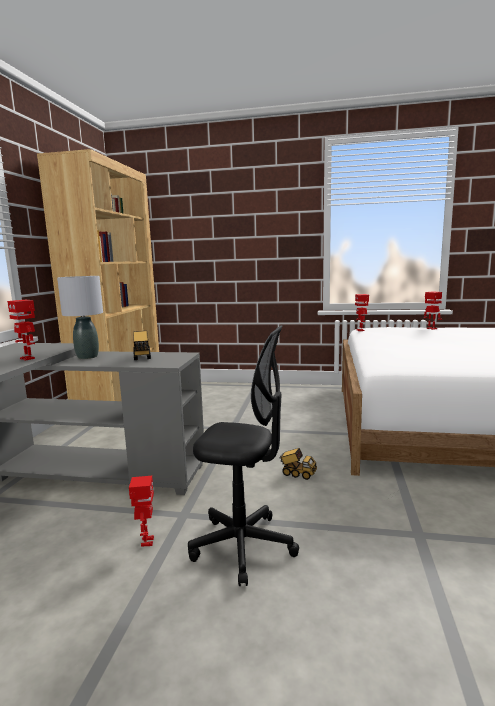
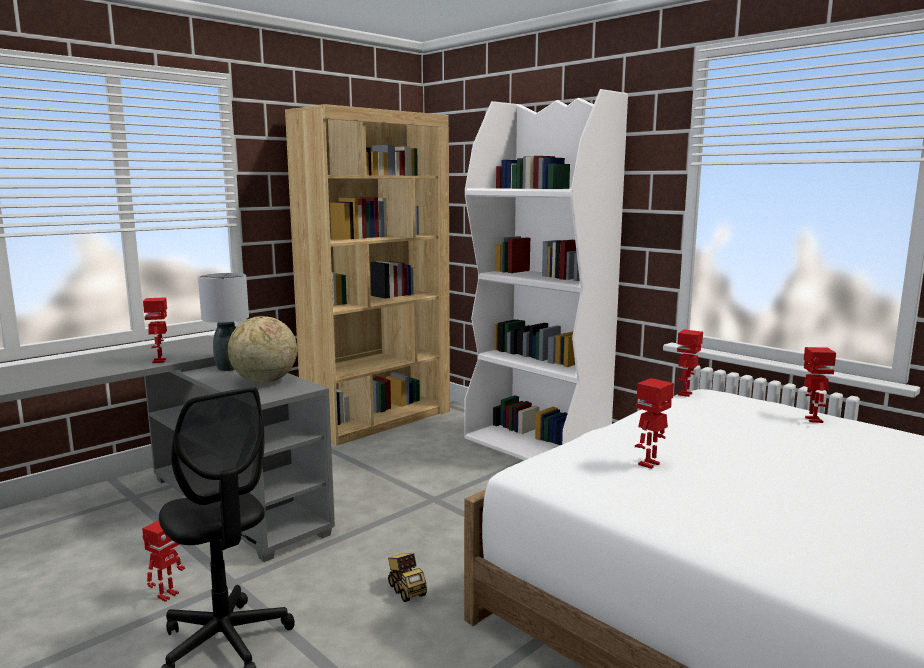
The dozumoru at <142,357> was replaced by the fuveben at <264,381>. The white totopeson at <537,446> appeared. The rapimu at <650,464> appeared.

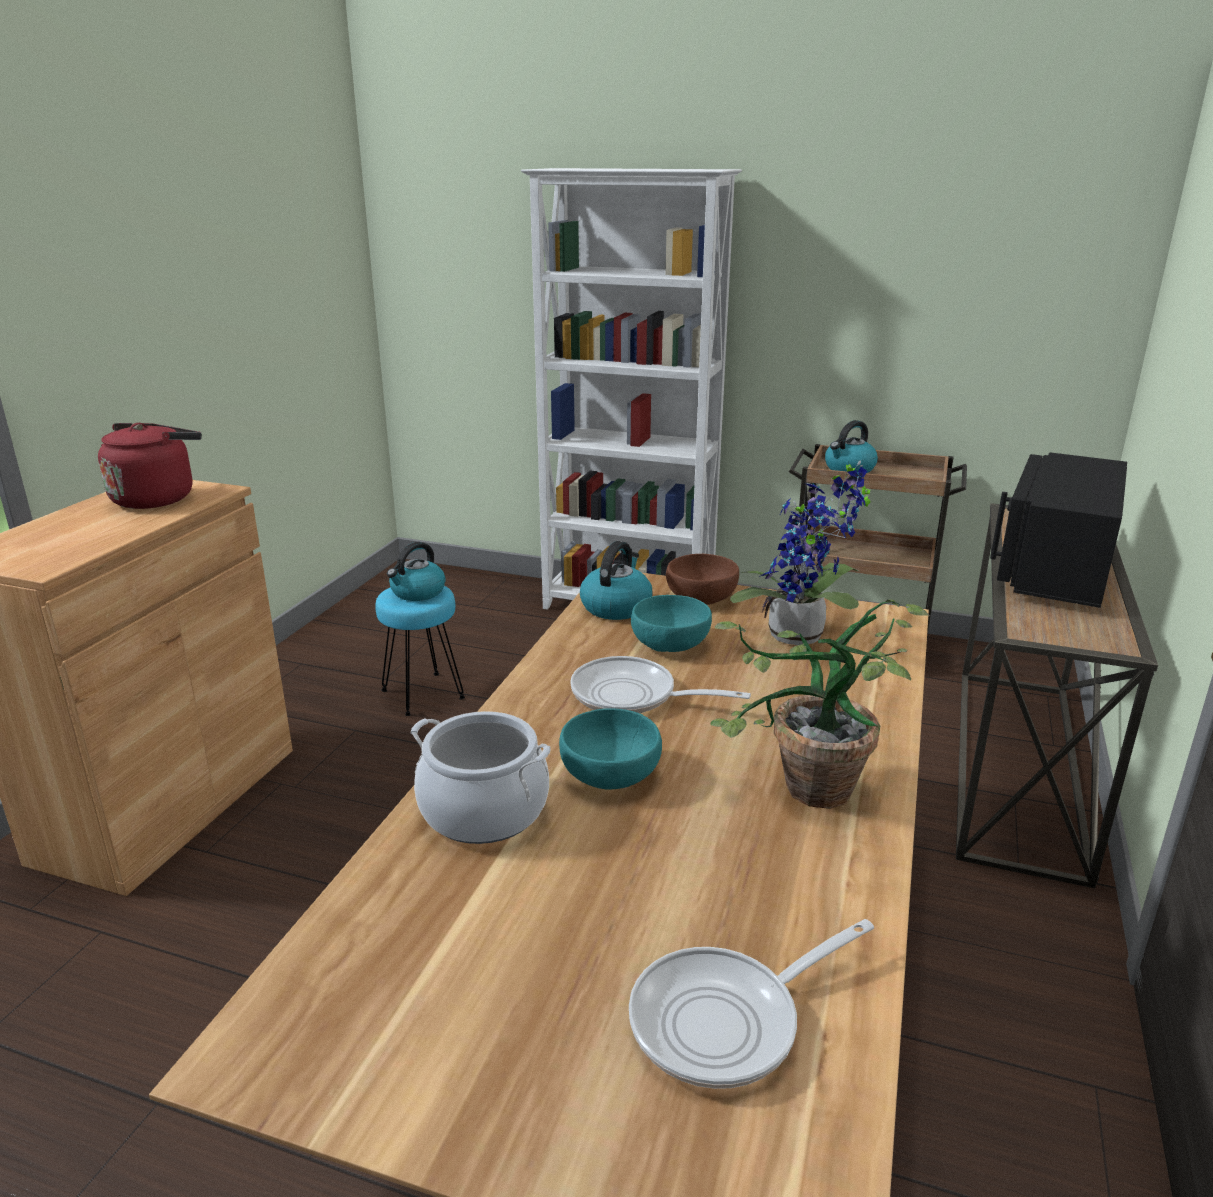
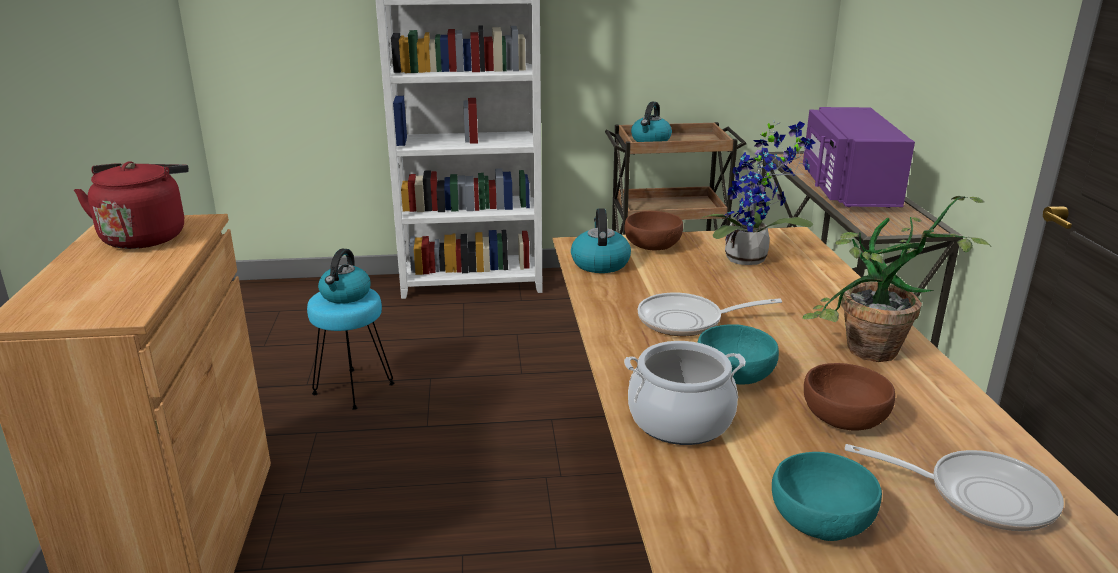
The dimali at <726,1020> turned 105 degrees counterclockwise. The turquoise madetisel moved from <671,643> to <821,519>. The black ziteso at <1053,570> became the purple ziteso at <847,189>. The brown madetisel at <844,418> appeared.

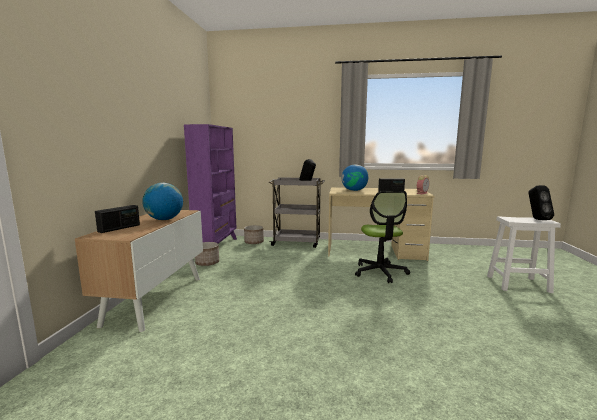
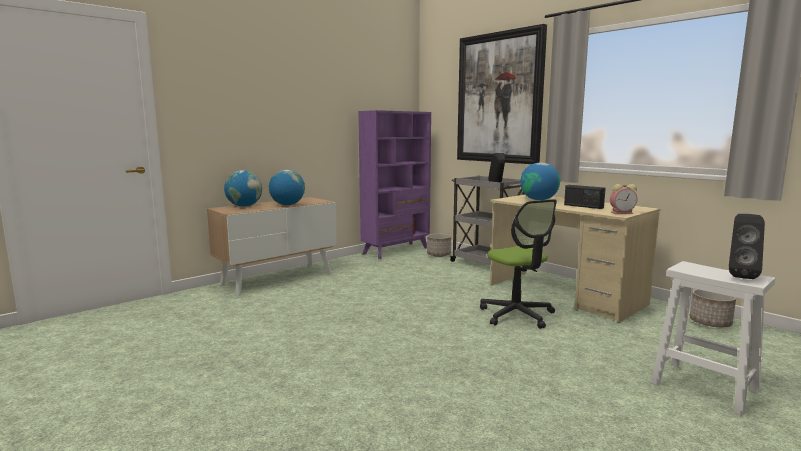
The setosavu at <119,228> was replaced by the fuveben at <244,206>. The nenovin moved from <207,263> to <710,323>. The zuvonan at <380,272> turned 60 degrees counterclockwise. The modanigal at <499,98> appeared.

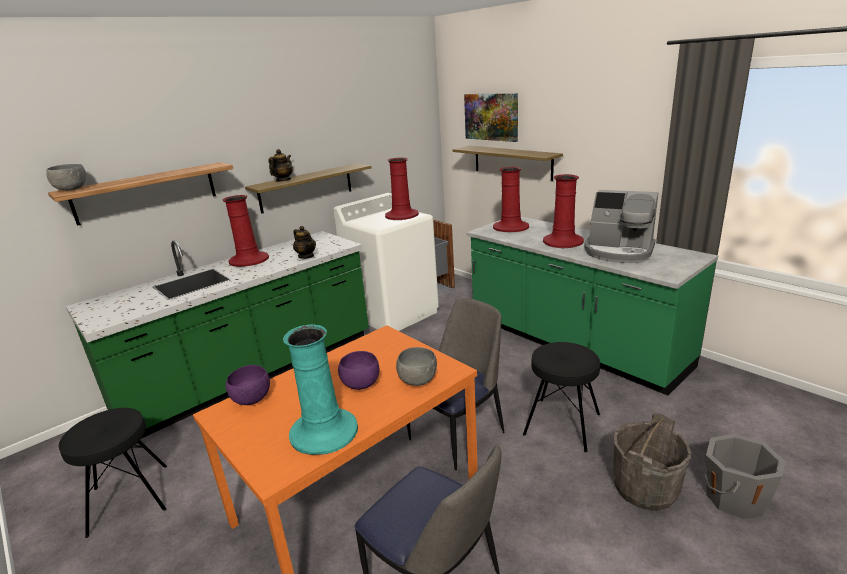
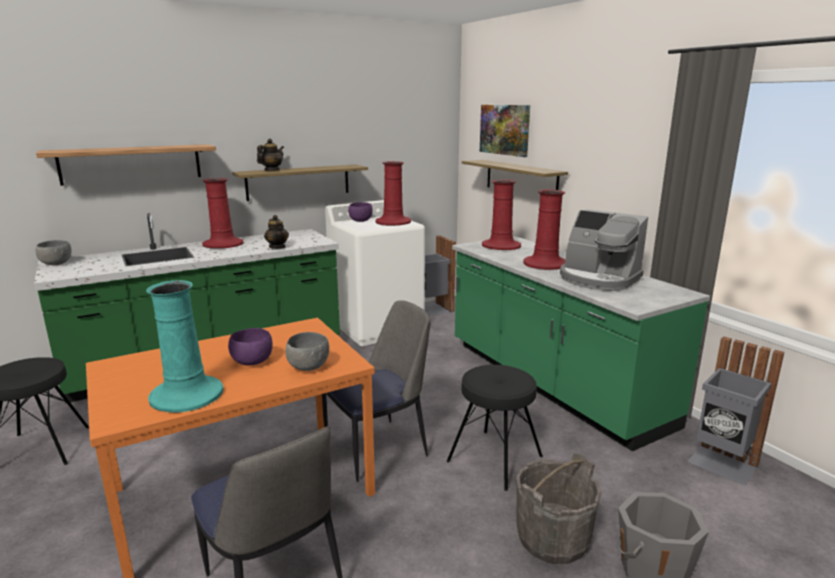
The grey madetisel moved from <72,189> to <57,264>. The purple madetisel moved from <253,399> to <361,221>. The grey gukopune at <722,464> appeared.

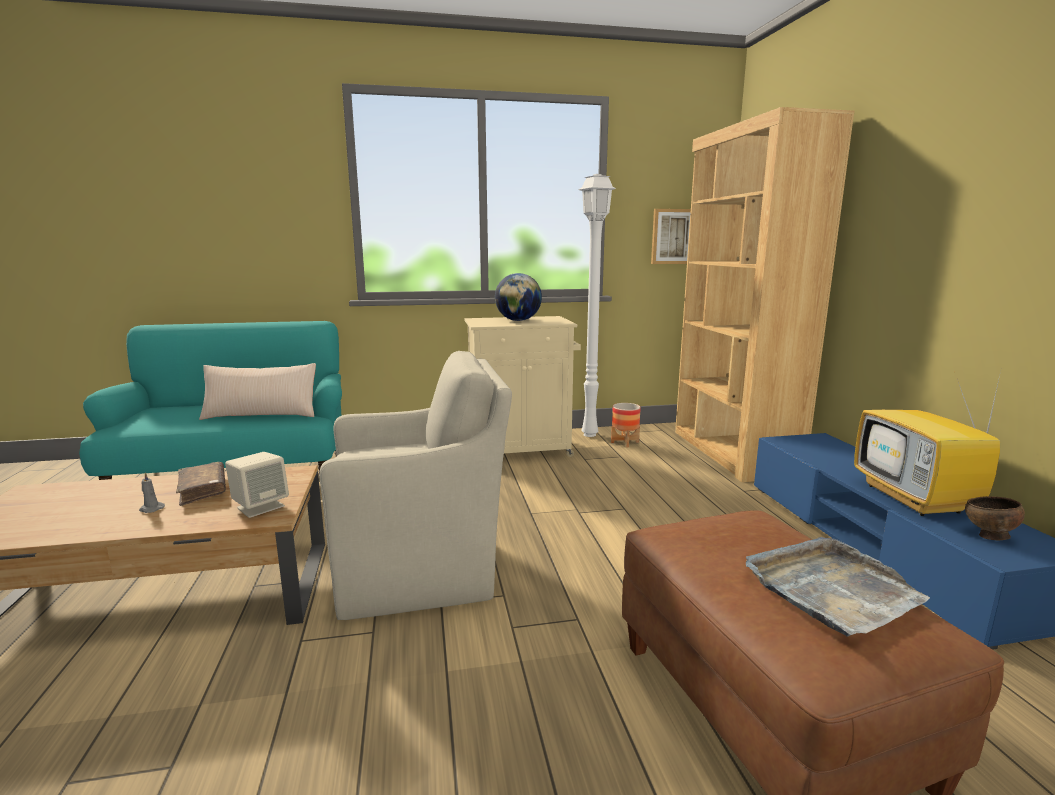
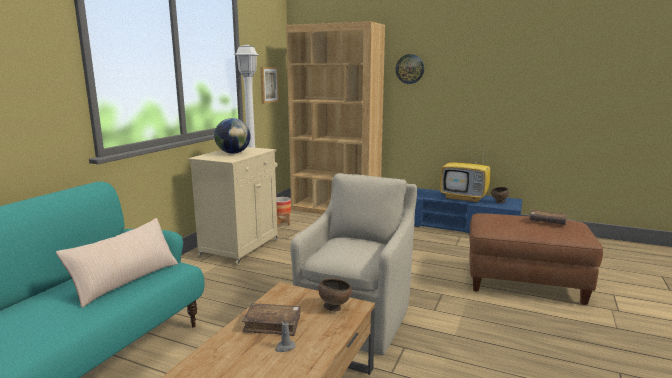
The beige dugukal at <260,507> was replaced by the brown madetisel at <334,308>. The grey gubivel at <831,589> was replaced by the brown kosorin at <547,222>. The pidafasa at <410,69> appeared.

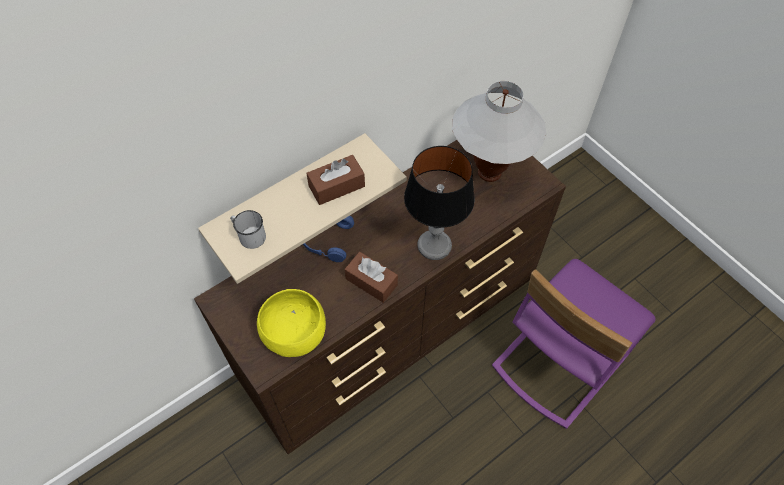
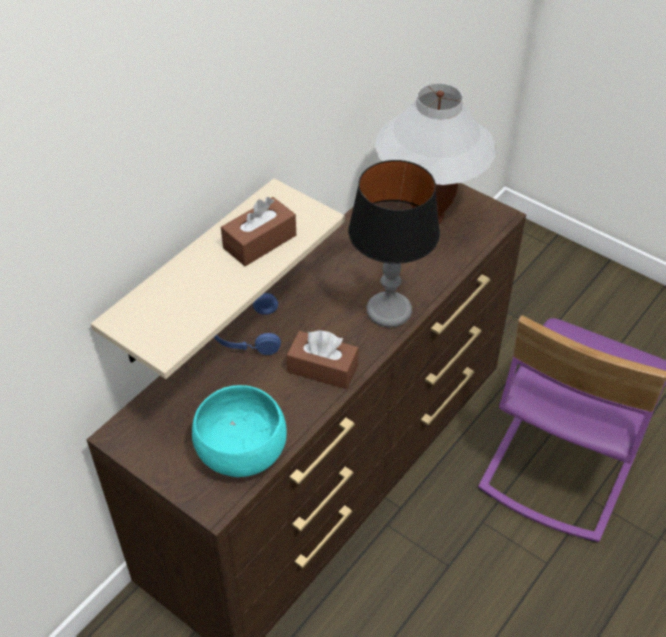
The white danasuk at <249,235> disappeared. The yellow madetisel at <295,334> became the turquoise madetisel at <242,452>.

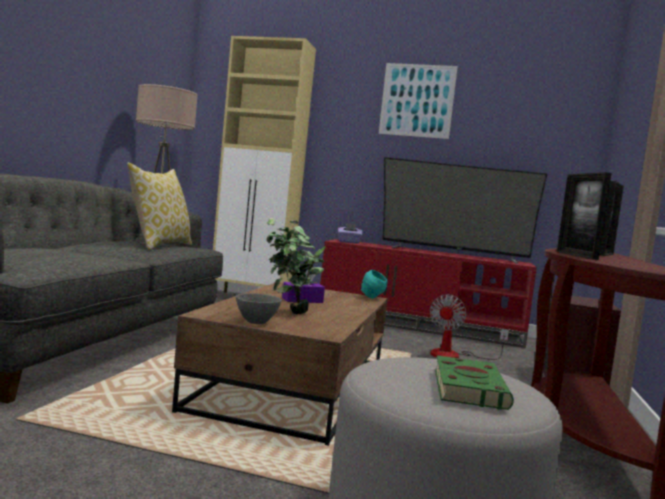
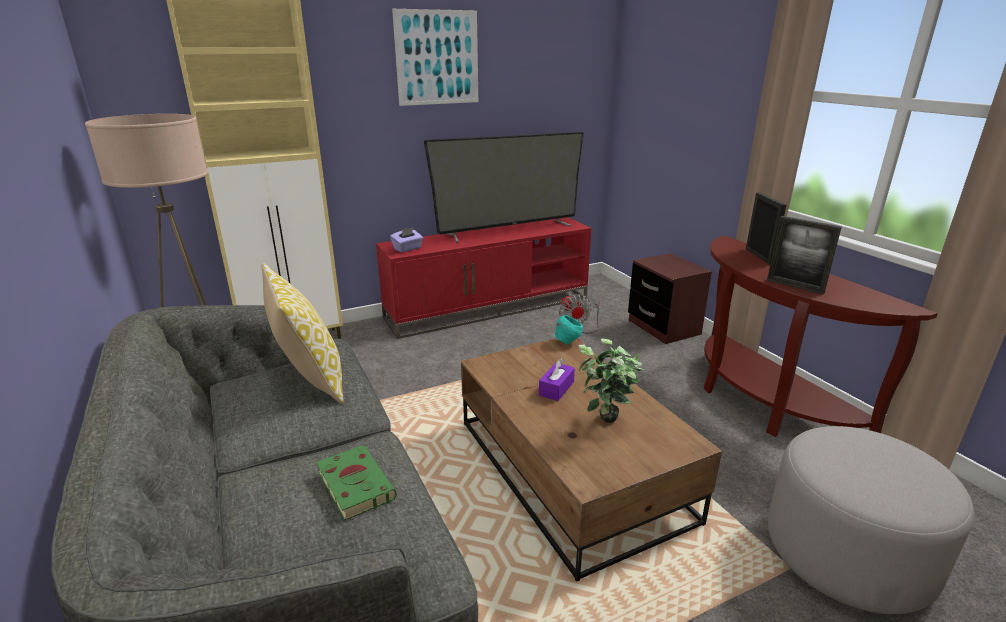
The grey madetisel at <256,322> disappeared. The green kosorin moved from <468,388> to <354,484>.

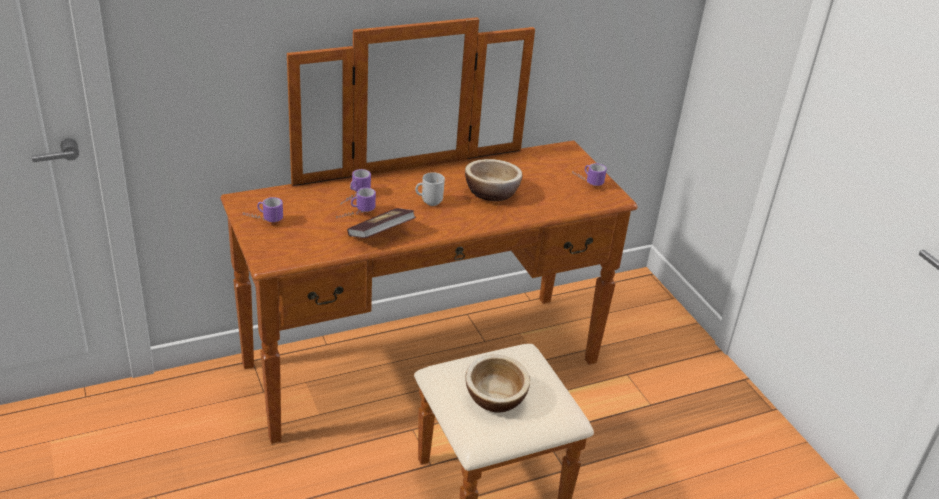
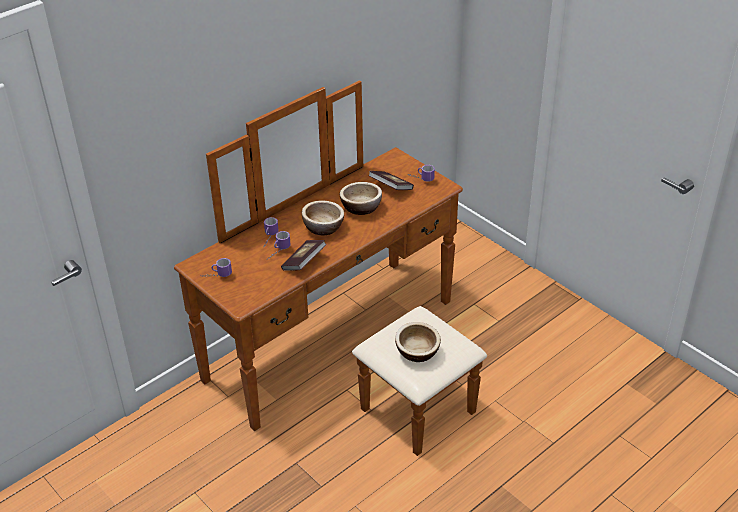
The danasuk at <430,202> was replaced by the madetisel at <323,227>. The kosorin at <390,187> appeared.

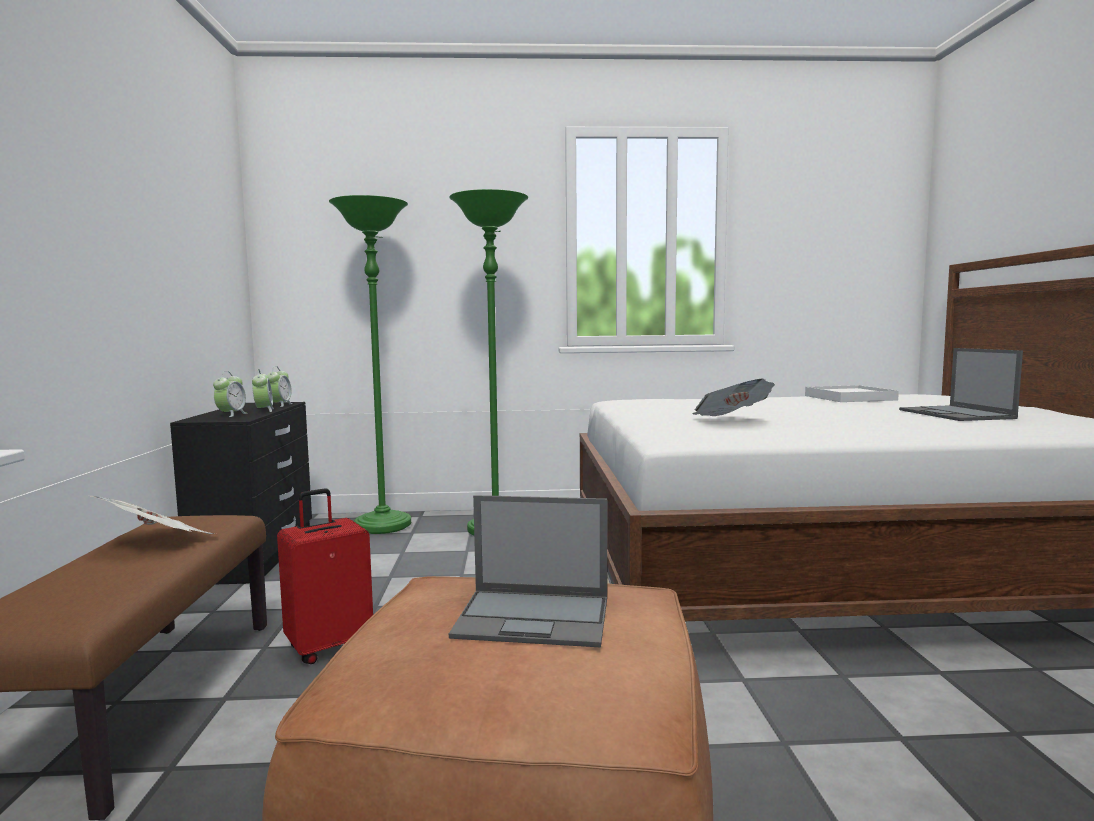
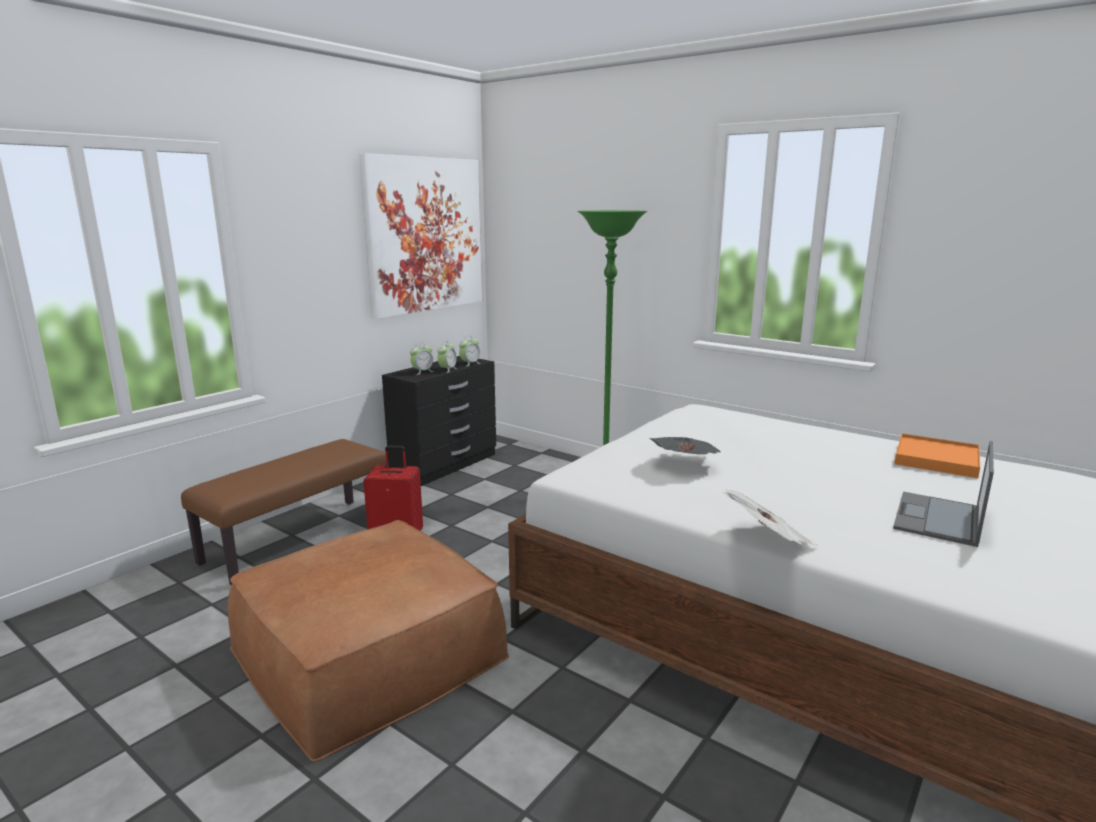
The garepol moved from <157,543> to <767,541>. The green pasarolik at <383,526> disappeared. The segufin at <535,617> disappeared. The white gubivel at <849,398> became the orange gubivel at <936,459>. The modanigal at <425,235> appeared.

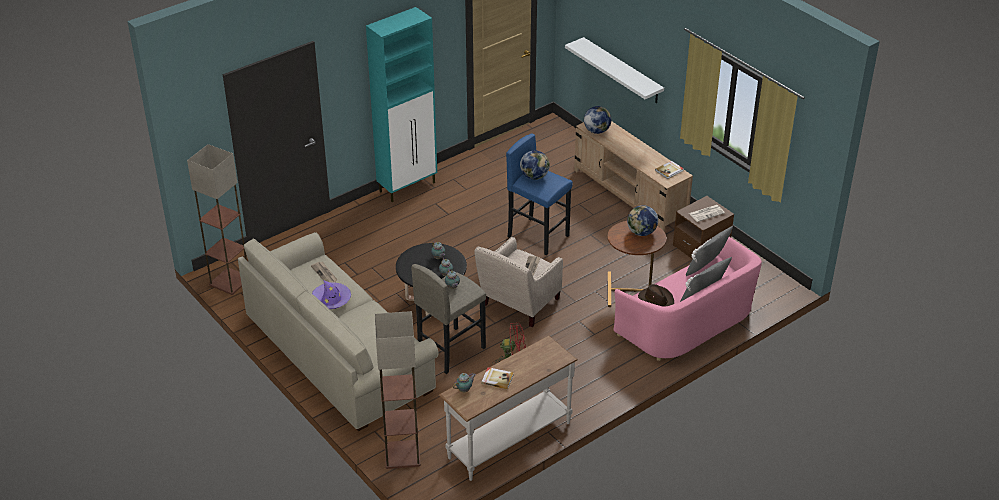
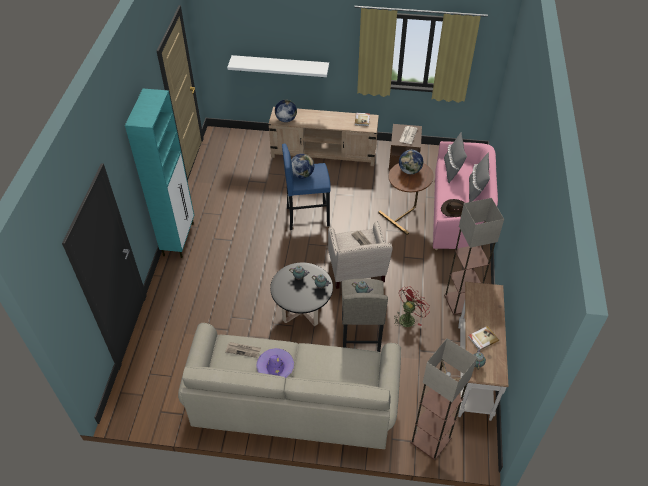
The pasarolik moved from <230,282> to <461,302>.

